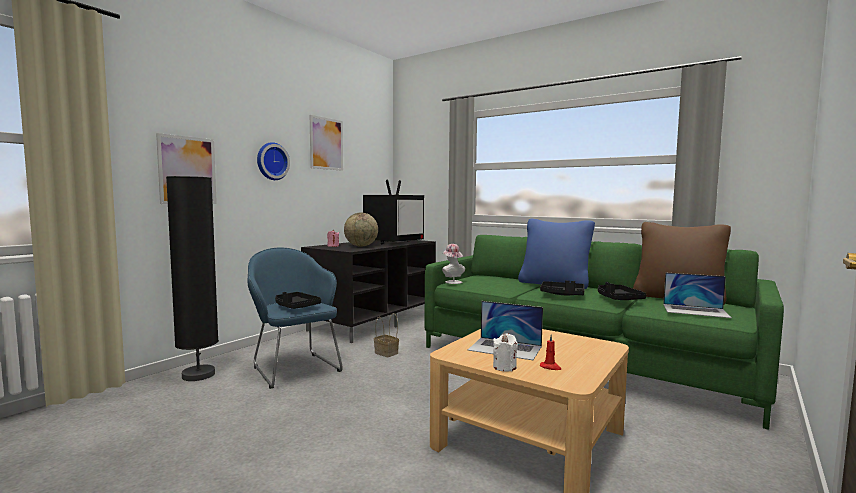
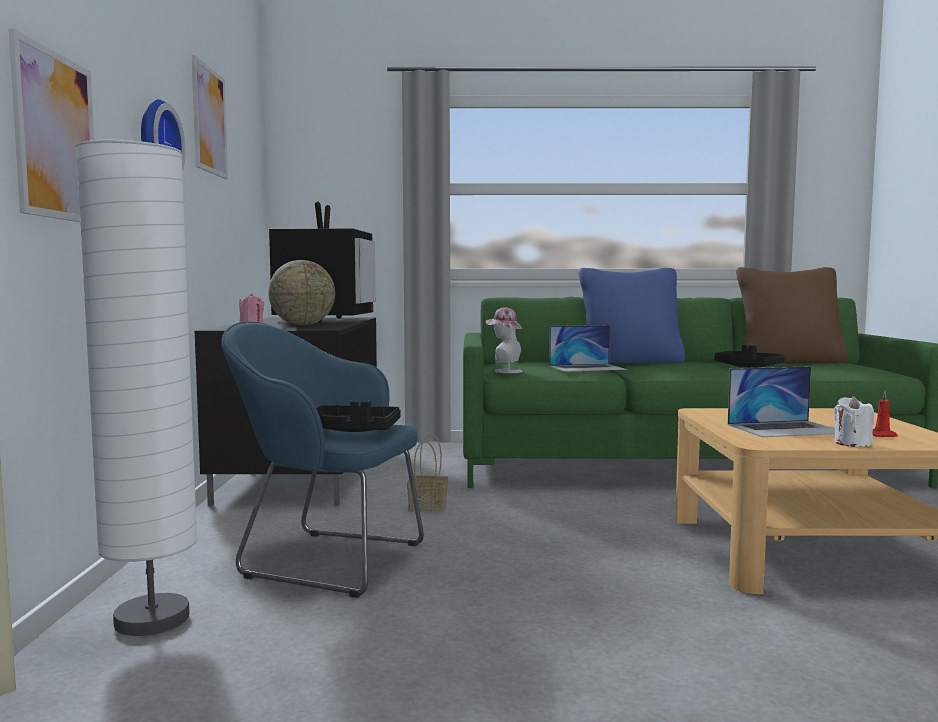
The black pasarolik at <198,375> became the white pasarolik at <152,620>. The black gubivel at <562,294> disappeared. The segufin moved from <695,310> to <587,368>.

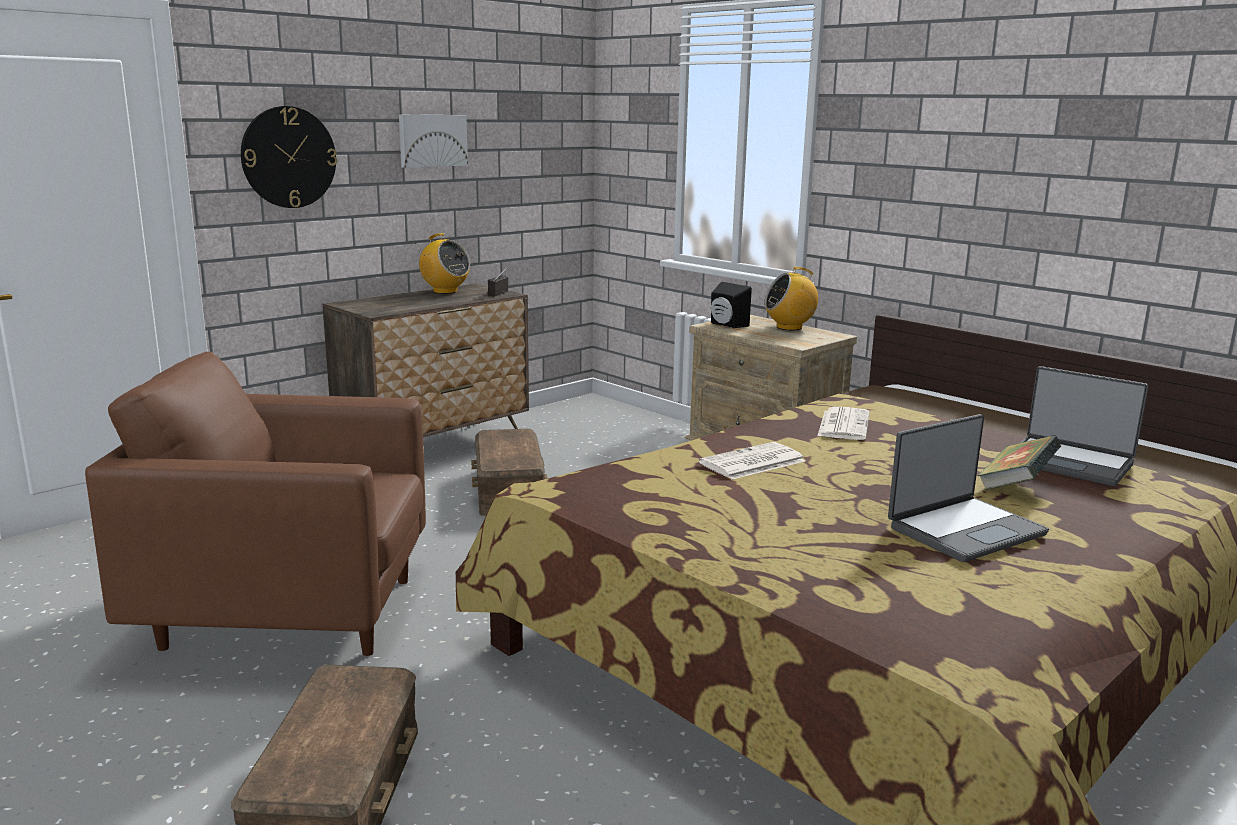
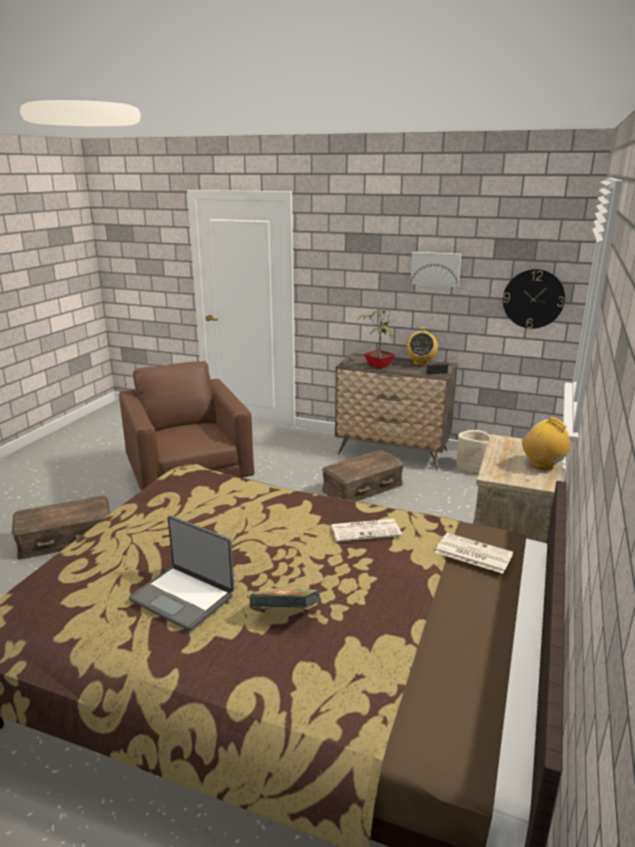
The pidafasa moved from <288,157> to <533,299>. The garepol moved from <752,463> to <472,553>. The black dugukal at <726,325> disappeared. The segufin at <1069,462> disappeared. The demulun at <378,365> appeared. The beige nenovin at <472,468> appeared.

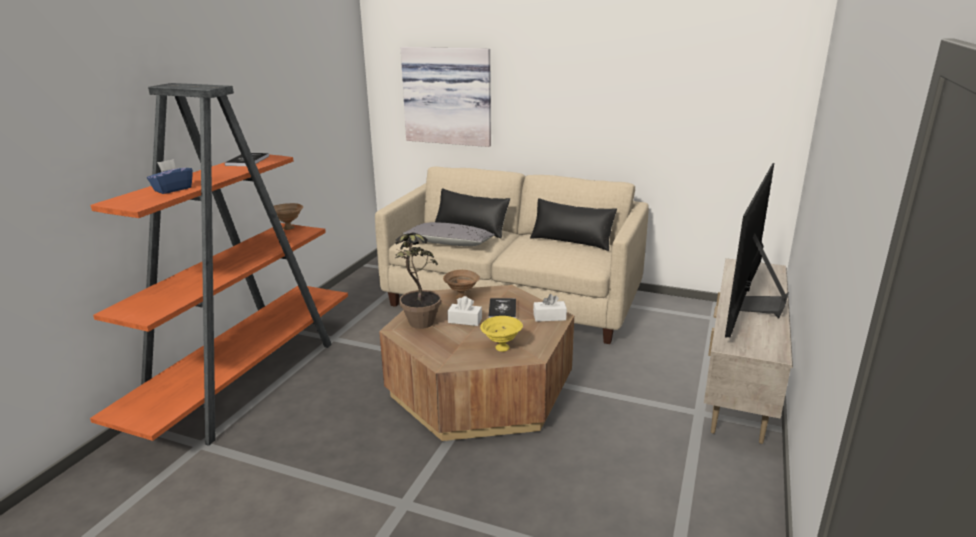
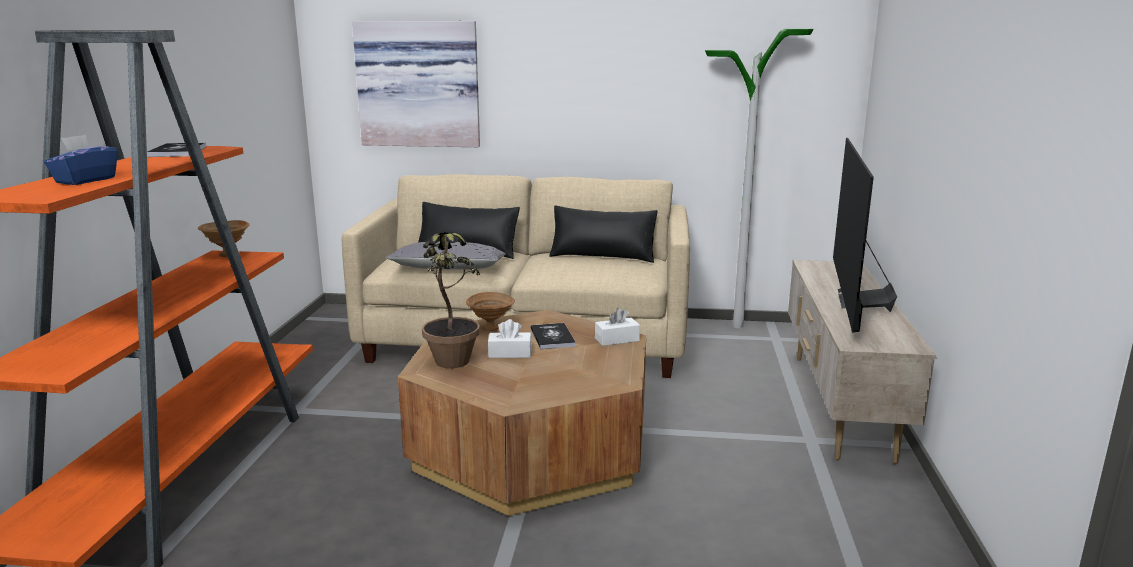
The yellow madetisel at <501,348> disappeared. The pasarolik at <738,326> appeared.

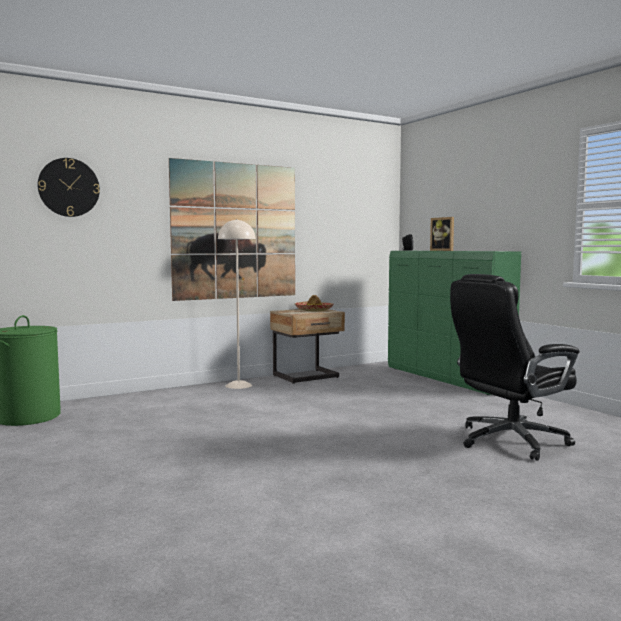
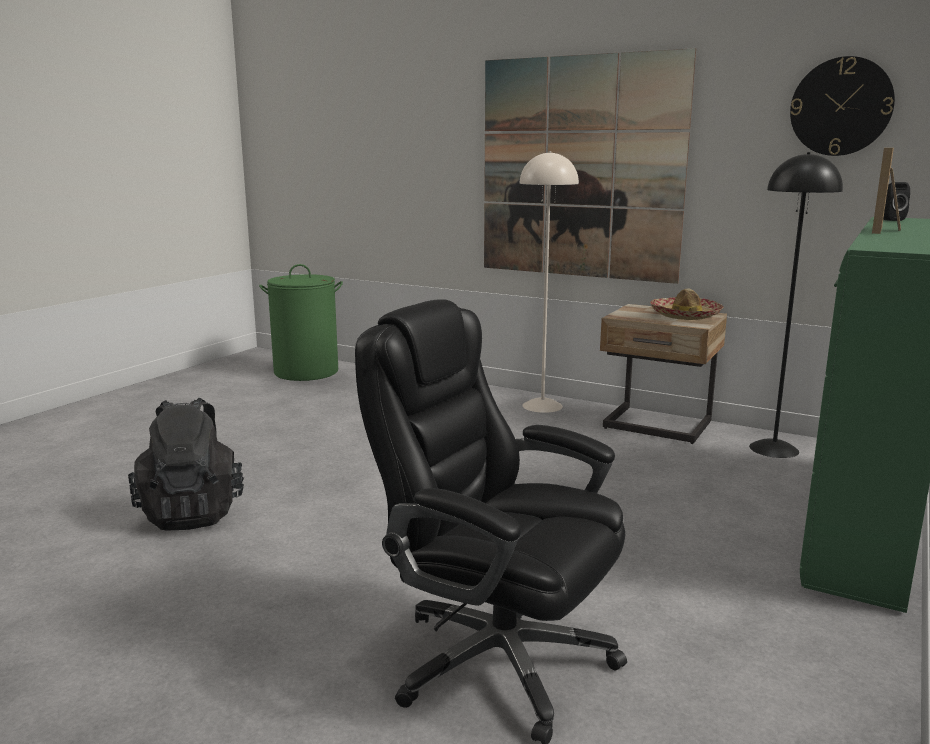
The pidafasa moved from <69,187> to <841,106>. The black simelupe at <192,513> appeared. The black pasarolik at <774,449> appeared.

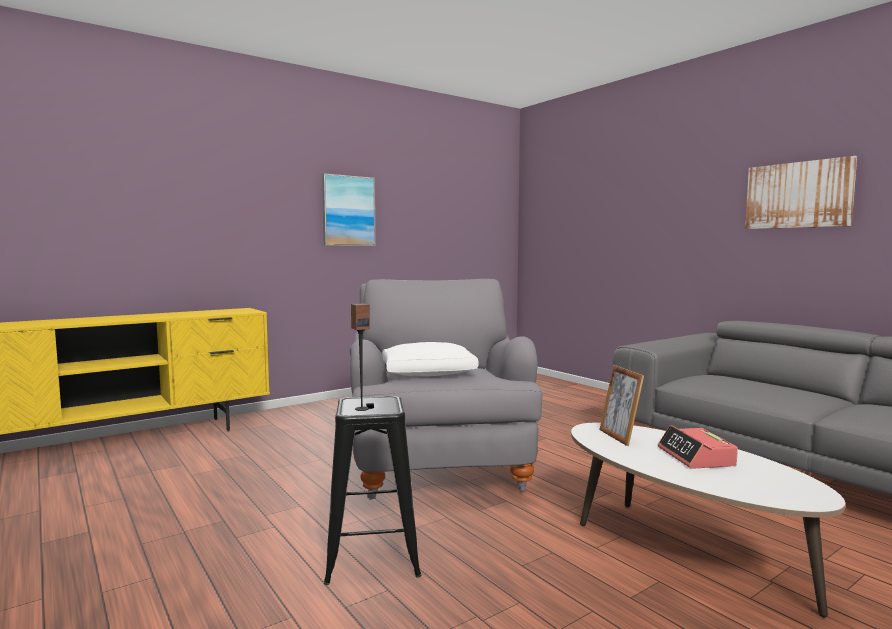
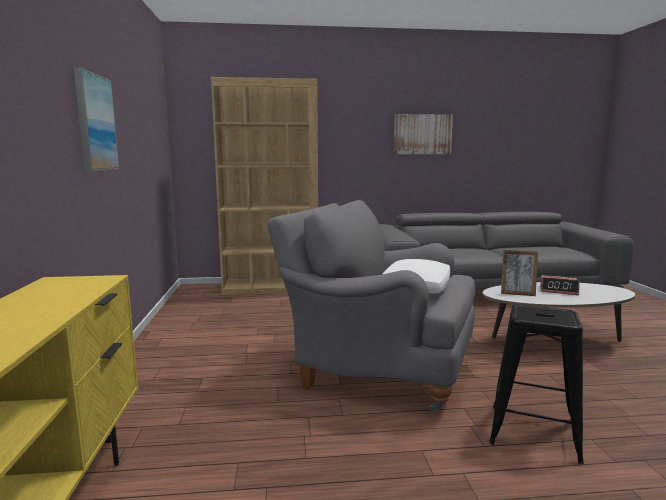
The dugukal at <361,409> disappeared. The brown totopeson at <271,288> appeared.

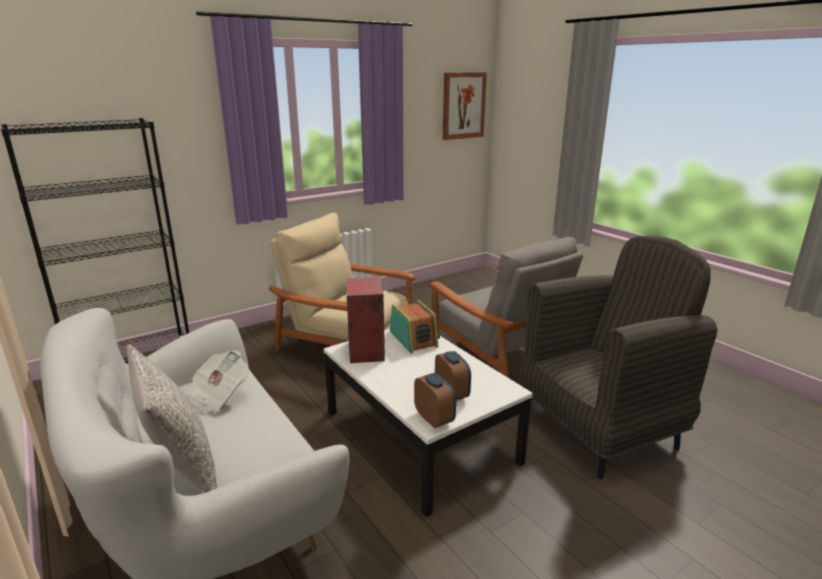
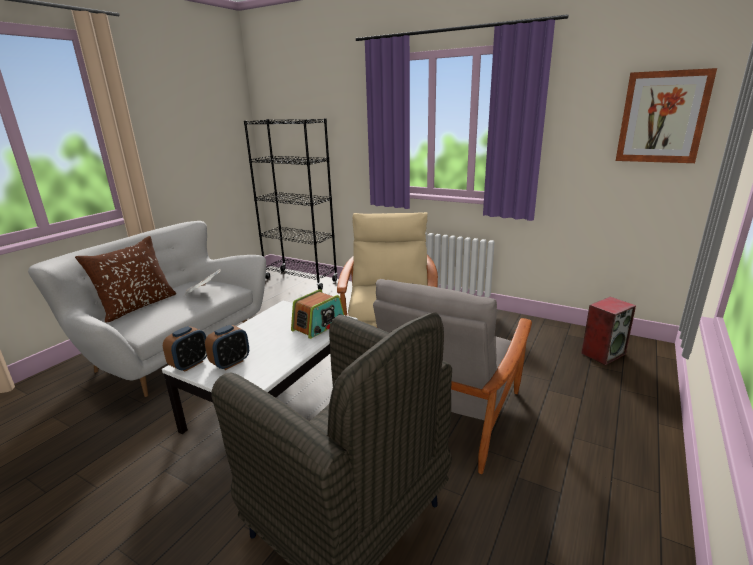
The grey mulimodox at <180,462> became the brown mulimodox at <137,306>. The dugukal moved from <365,350> to <603,353>.

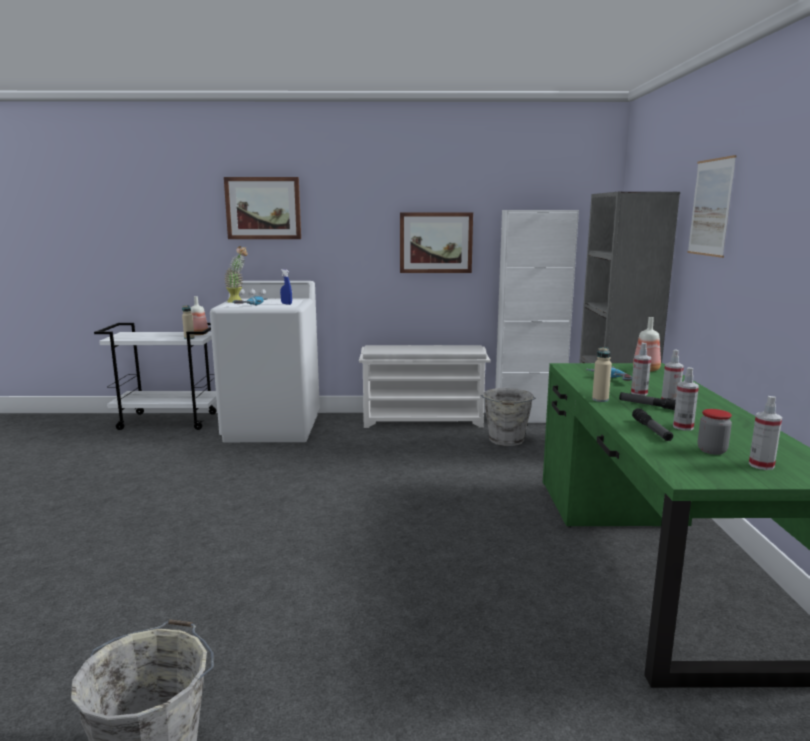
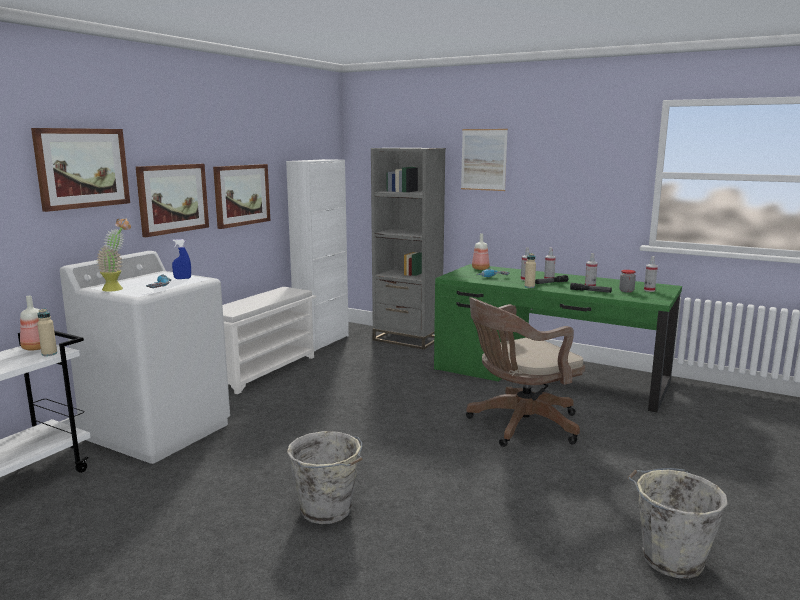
The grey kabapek moved from <506,440> to <327,511>. The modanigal at <173,198> appeared. The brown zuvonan at <519,425> appeared.

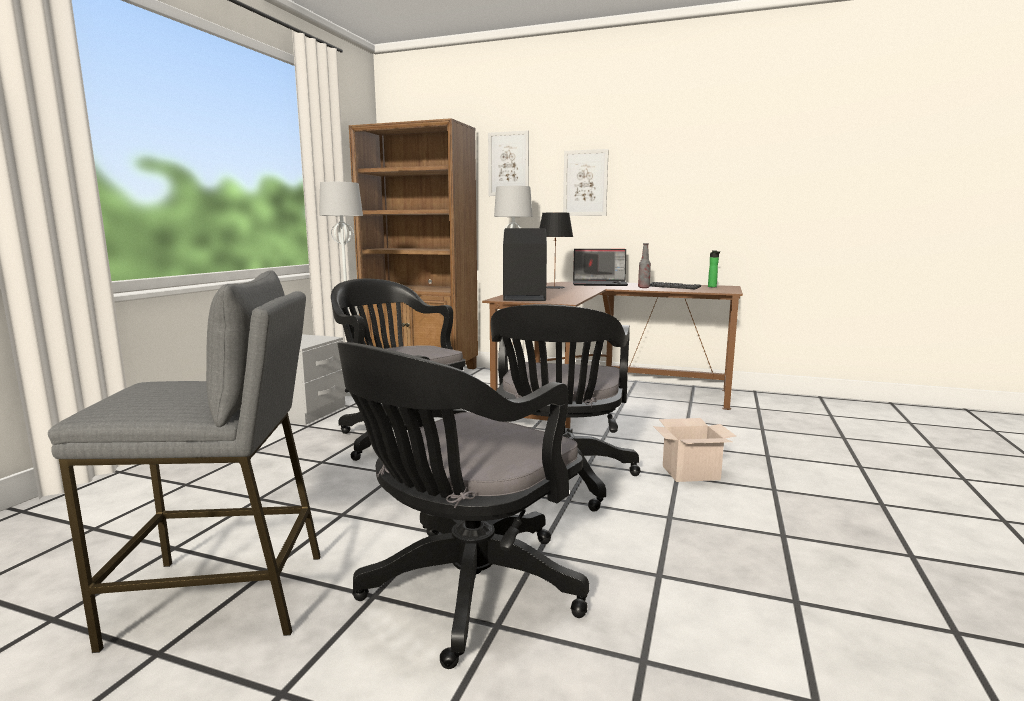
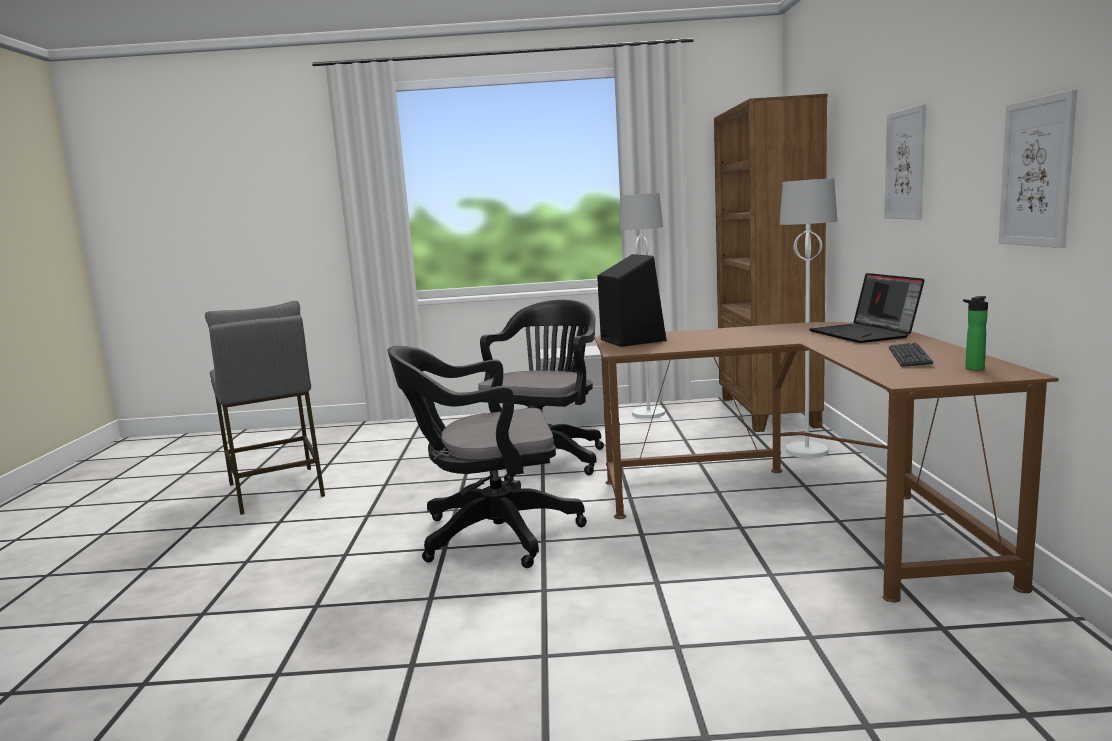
The black zuvonan at <464,592> disappeared. The modanigal moved from <508,164> to <1036,172>. The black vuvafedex at <554,287> disappeared. The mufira at <643,287> disappeared. The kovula at <691,472> disappeared.

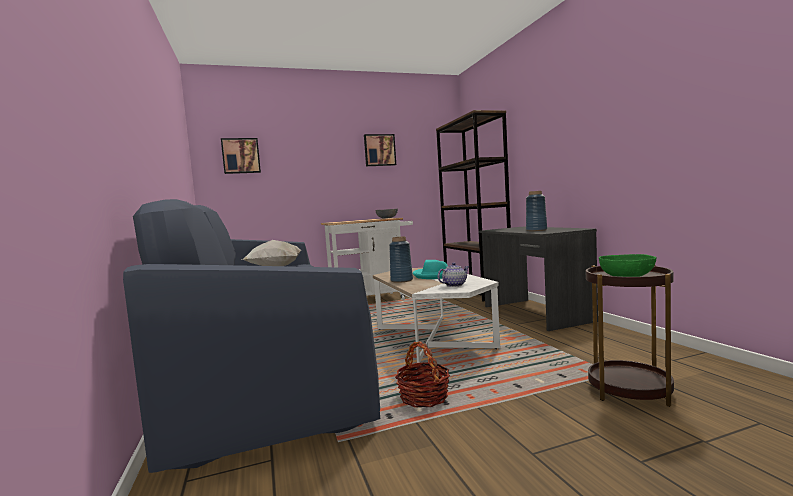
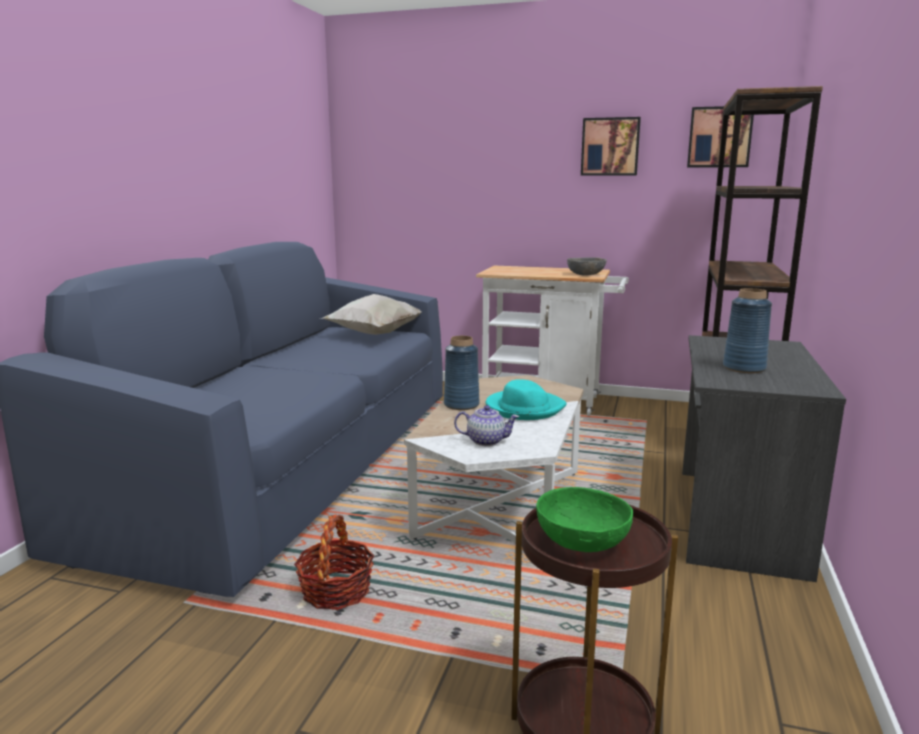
The modanigal moved from <241,156> to <719,137>.

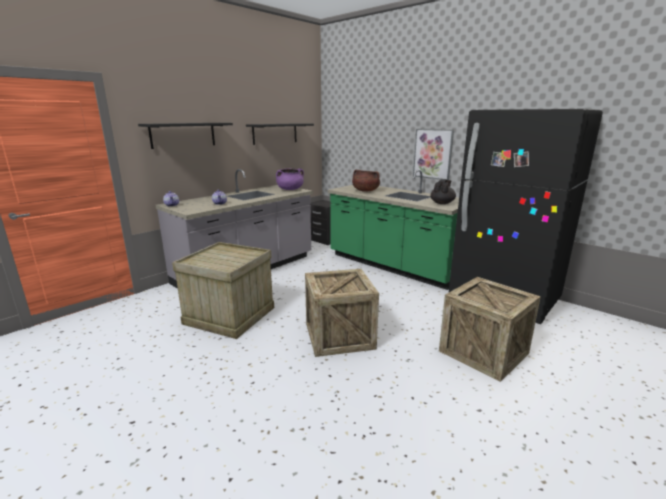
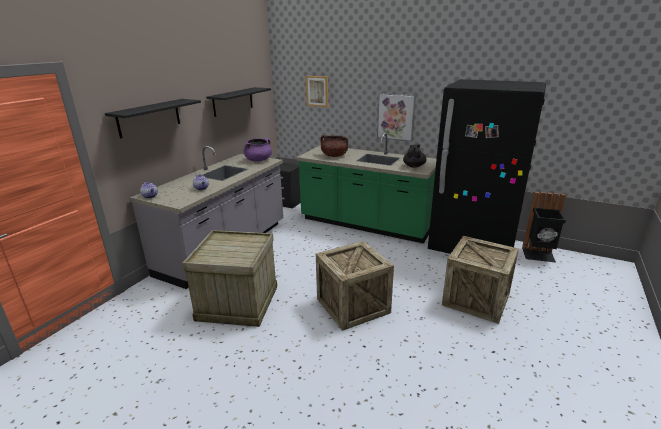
The modanigal at <317,91> appeared. The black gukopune at <539,255> appeared.

